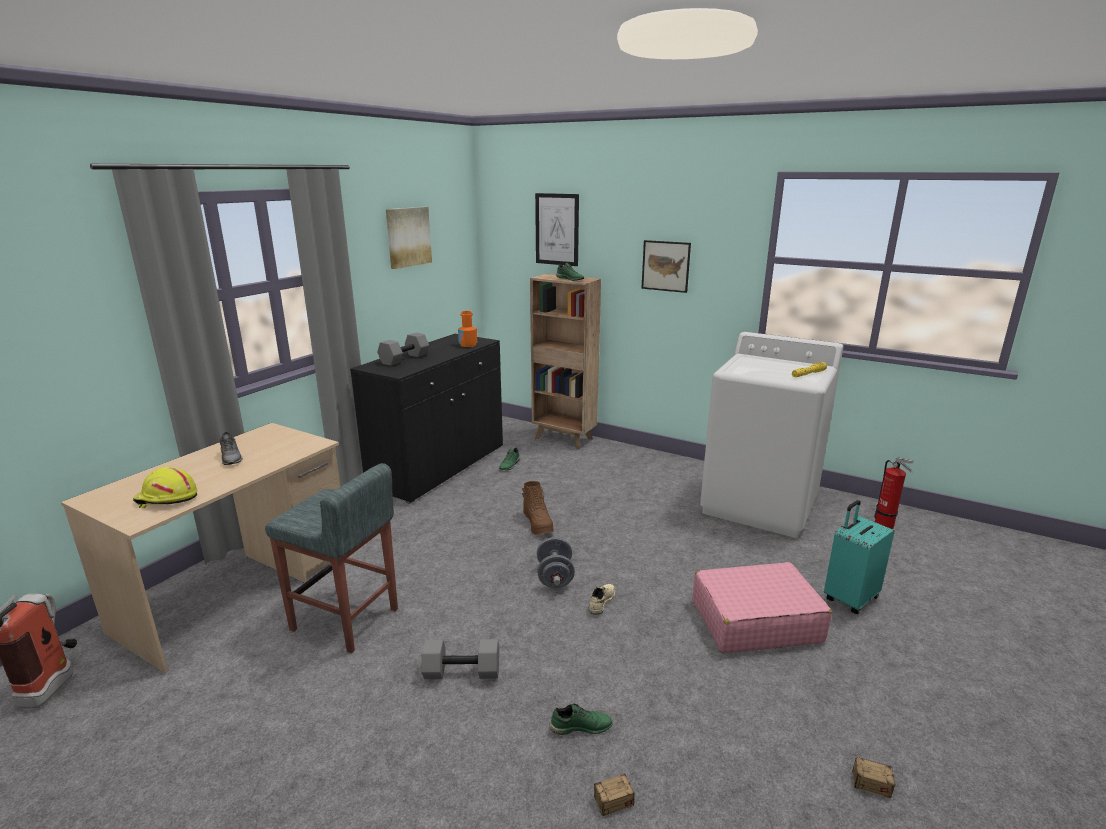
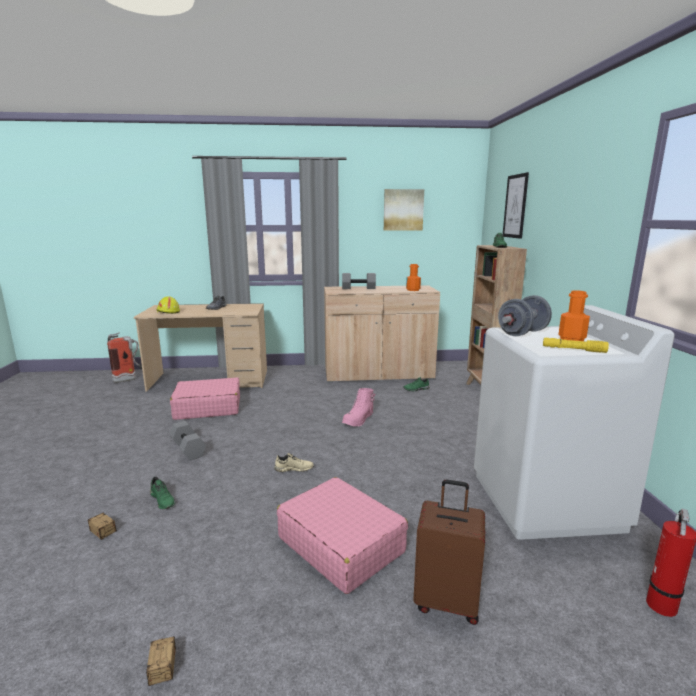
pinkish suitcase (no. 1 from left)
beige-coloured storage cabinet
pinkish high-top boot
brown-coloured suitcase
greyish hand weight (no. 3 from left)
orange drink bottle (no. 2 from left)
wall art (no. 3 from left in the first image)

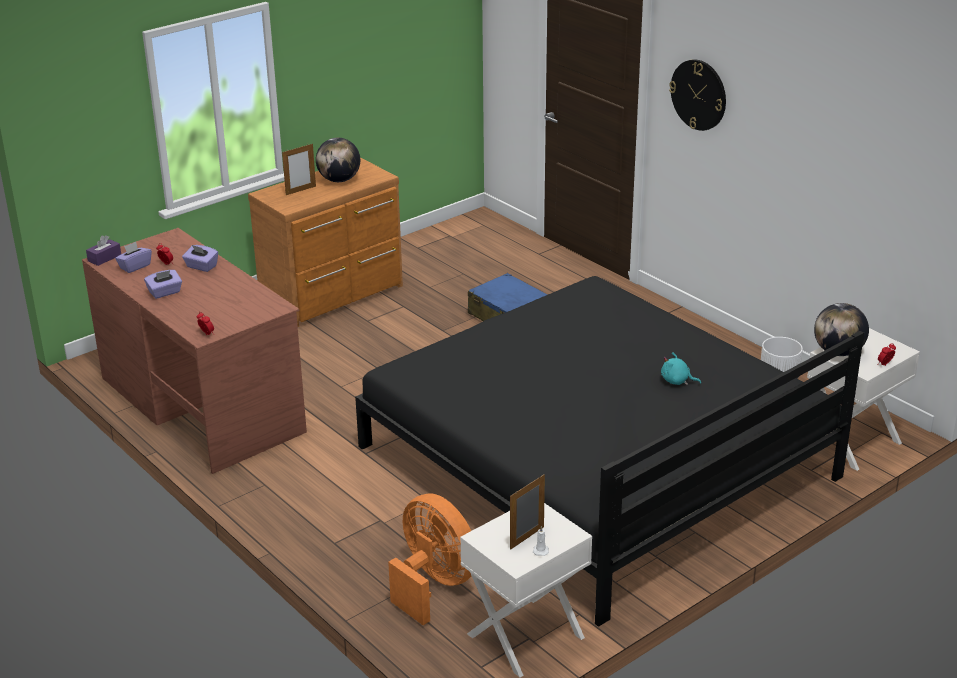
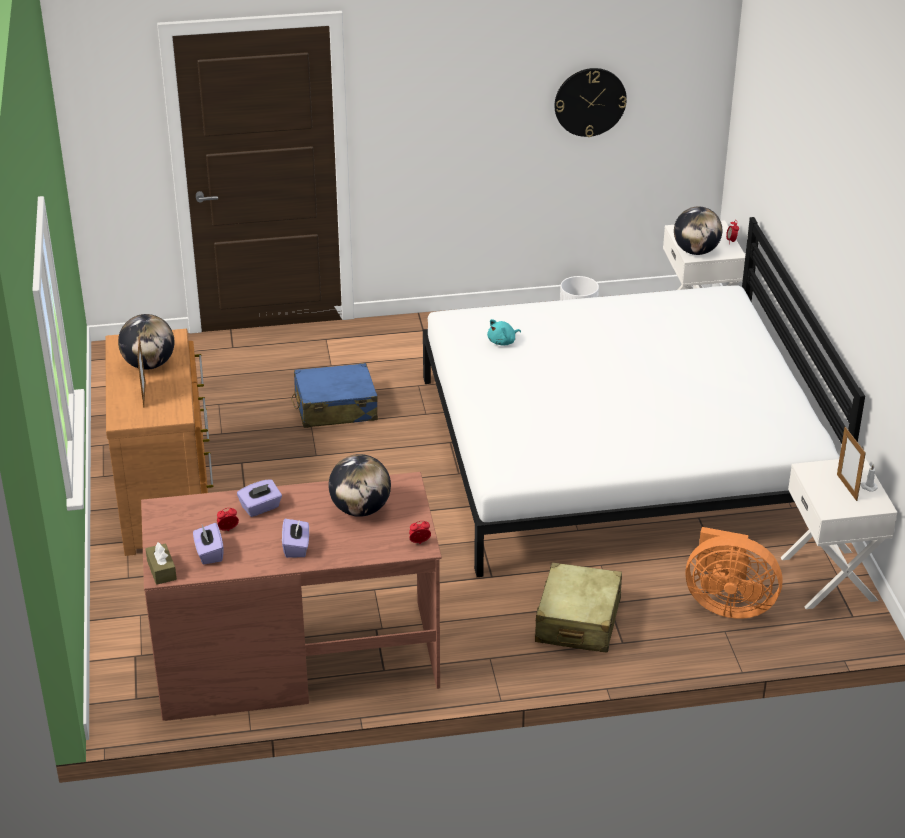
brown-coloured box of tissues
desk globe (no. 2 from left)
white sleeping bed
turquoise-coloured cuddly toy
beige-coloured suitcase
clock on the wall
orange cooling fan

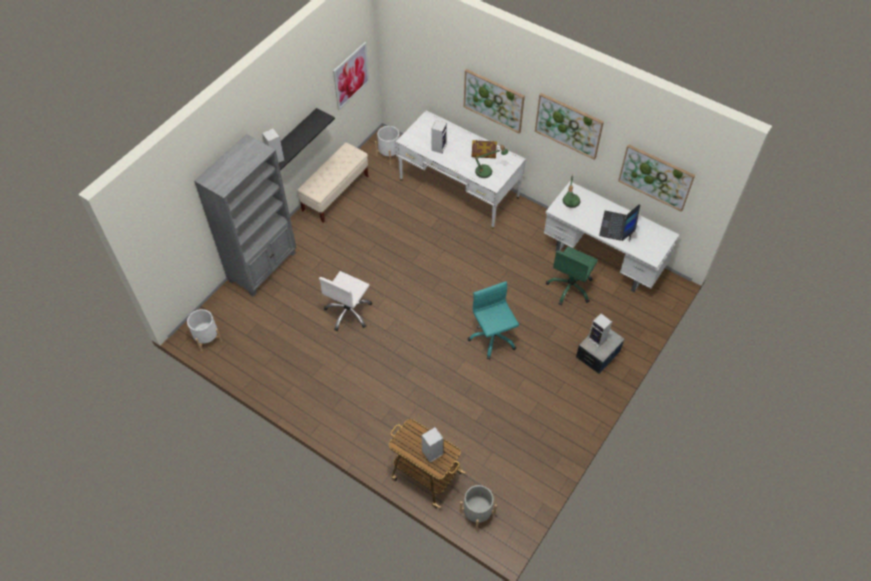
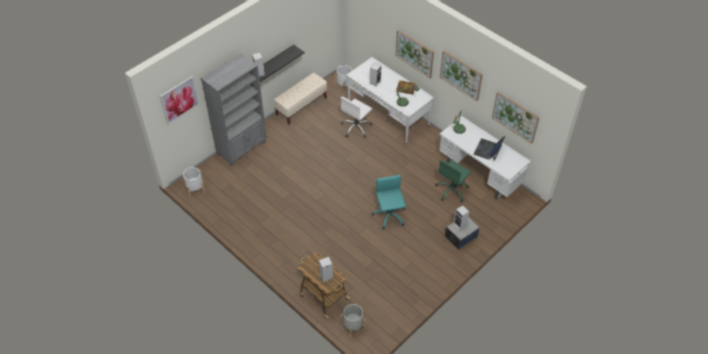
wall art (no. 1 from left)
white computer chair

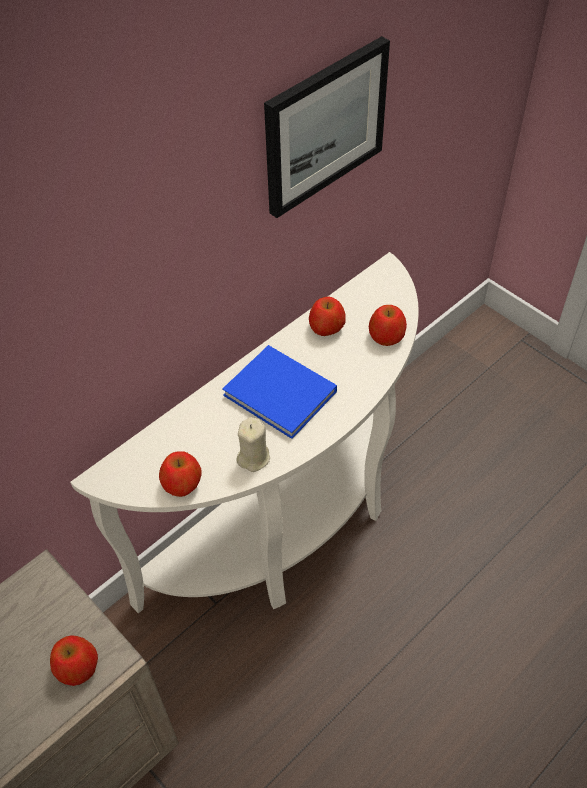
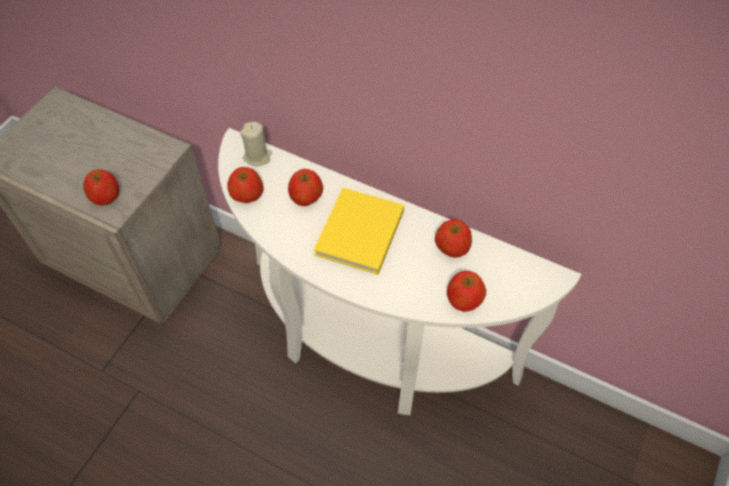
beige-coloured candle
apple (no. 3 from left)
yellowish book
wall art

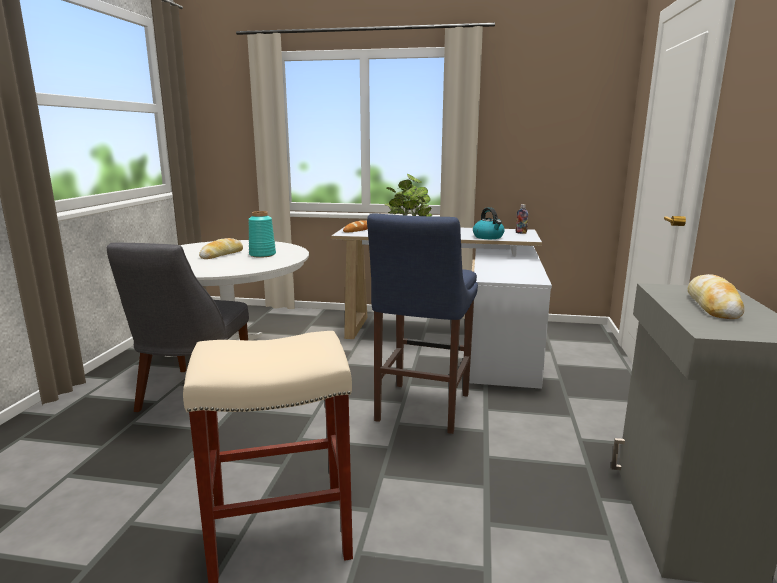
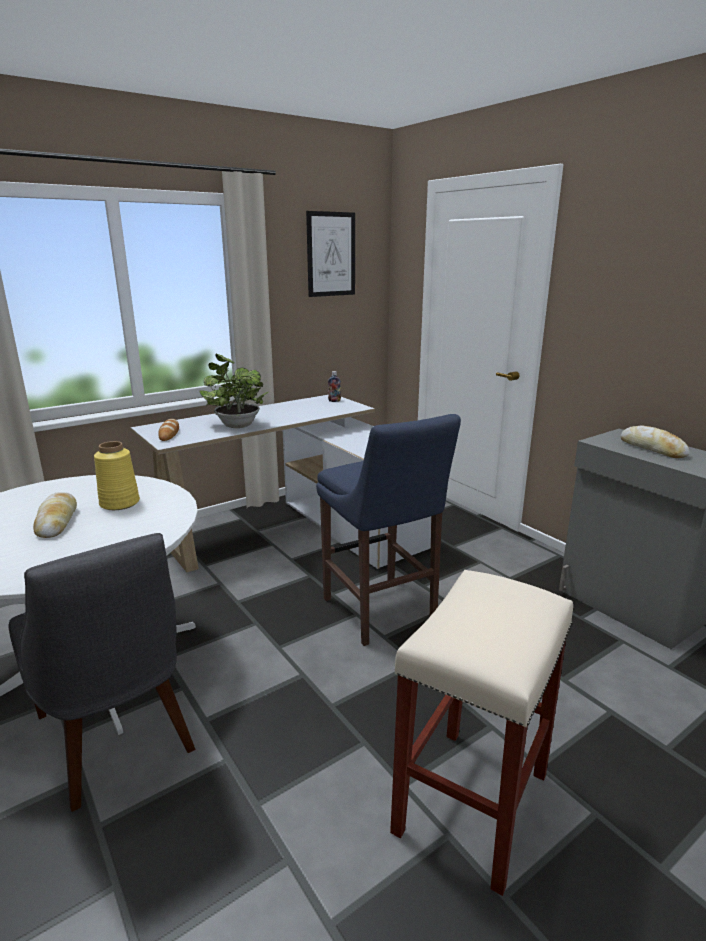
yellowish vase
wall art
kettle

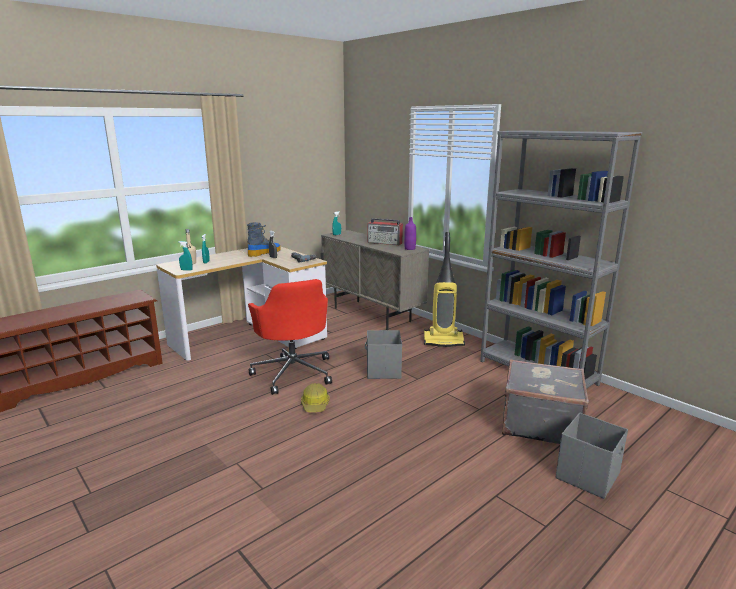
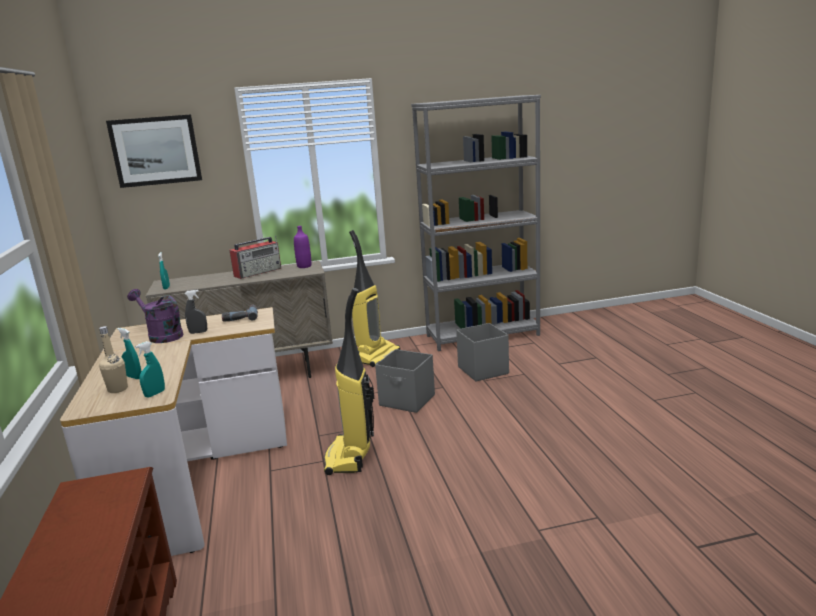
wall art
purple watering can
hoover (no. 1 from left)
greyish storage bin (no. 2 from left)
safety helmet
greyish suitcase

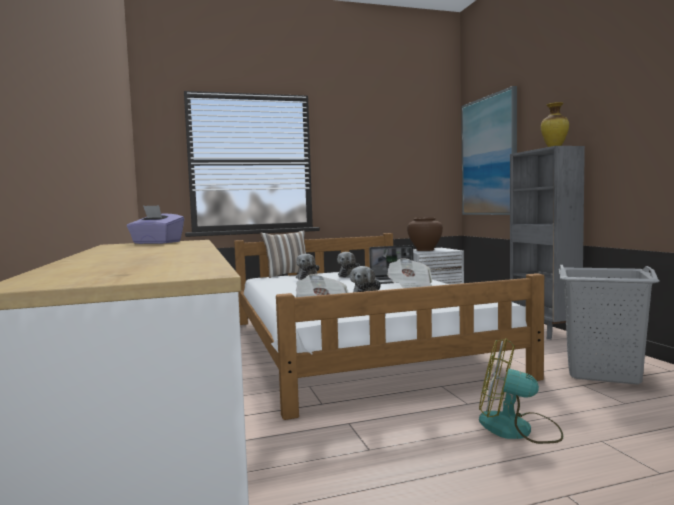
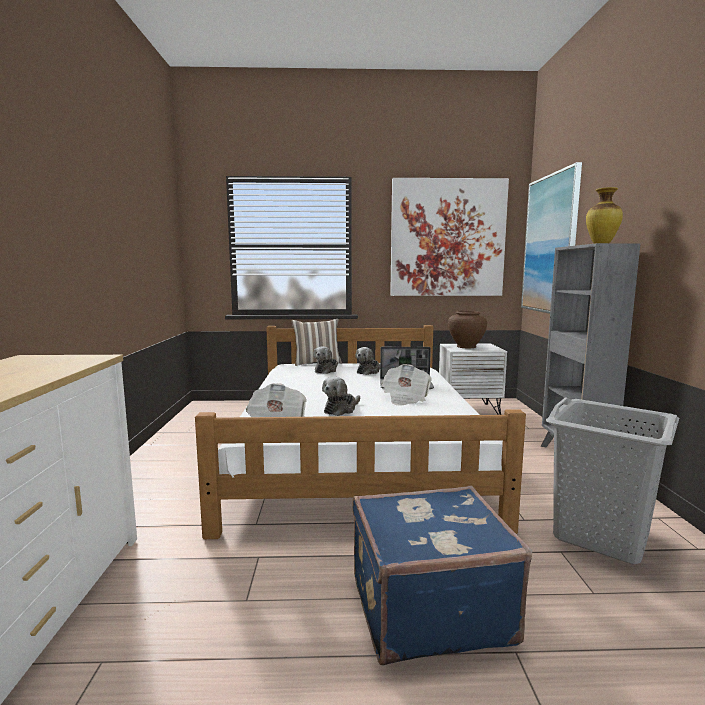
blue suitcase
wall art (no. 1 from left)
purple box of tissues

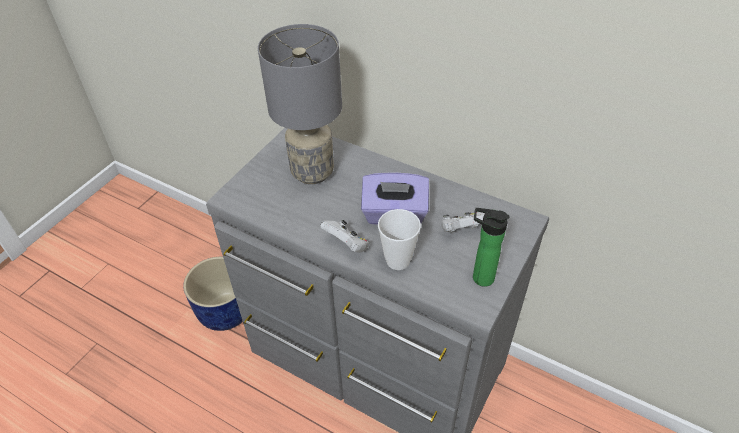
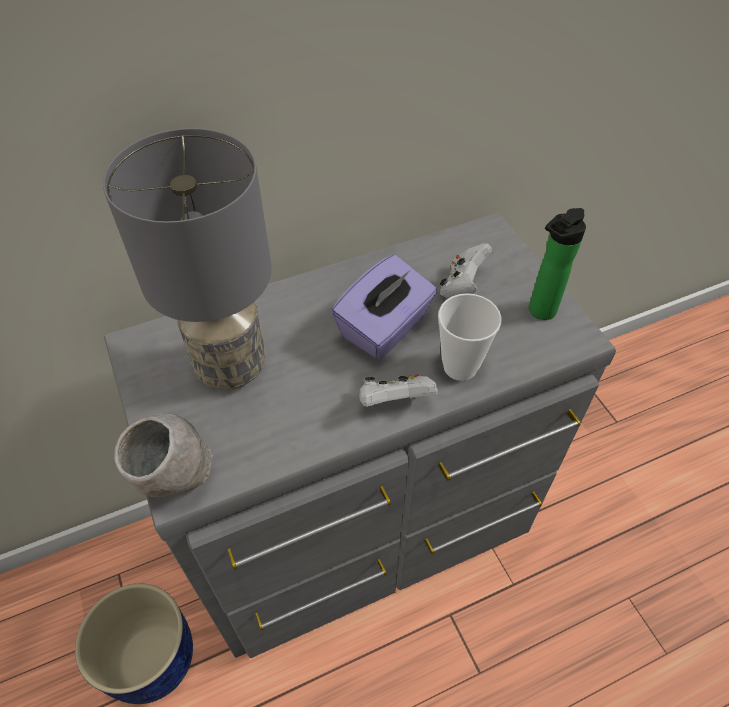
greyish deep dish

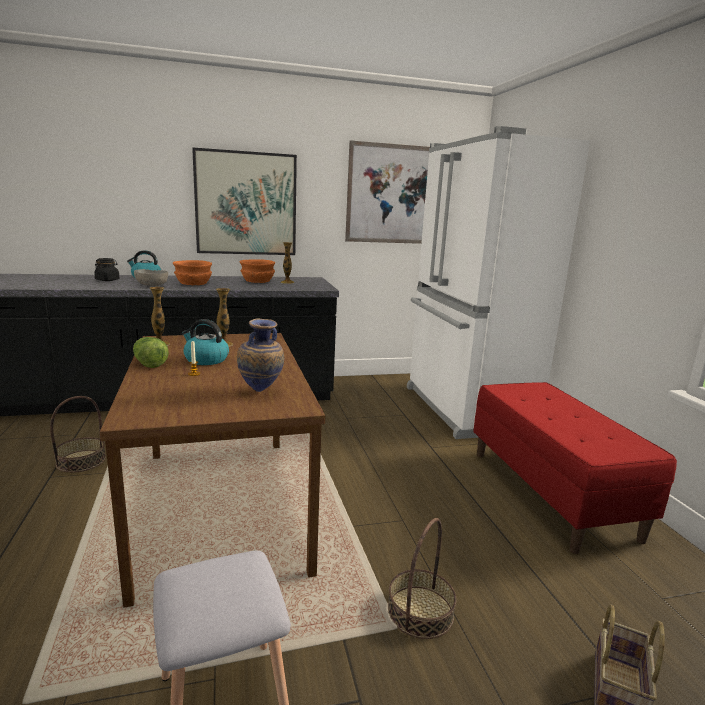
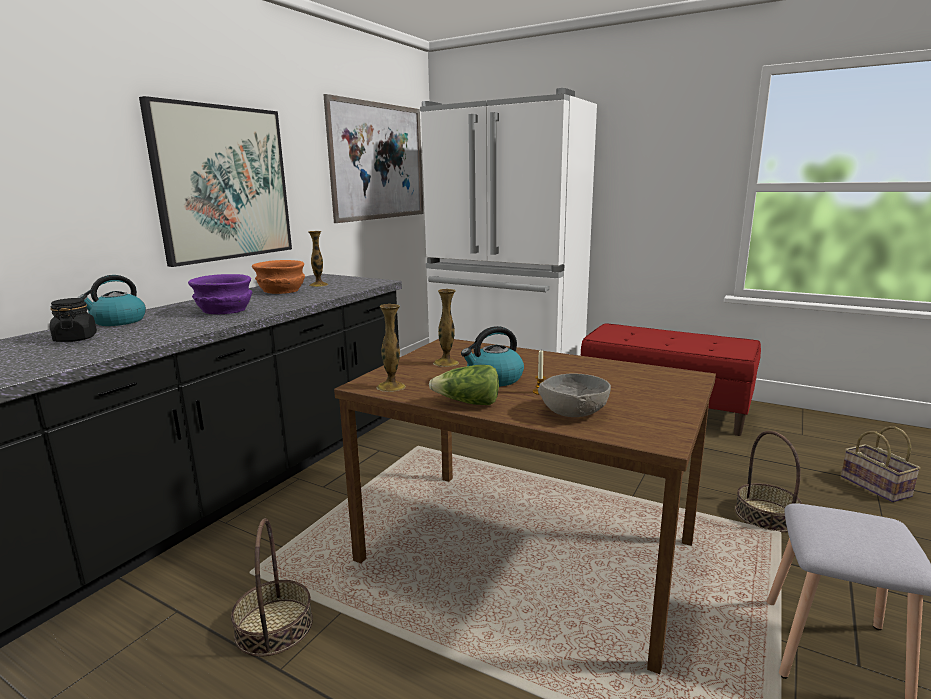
purple deep dish
greyish deep dish
vase (no. 3 from left in the first image)

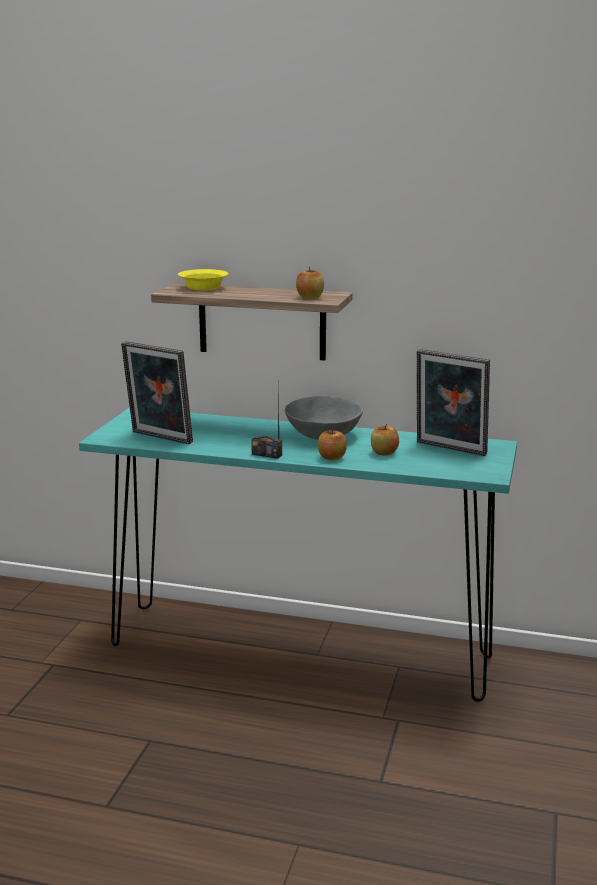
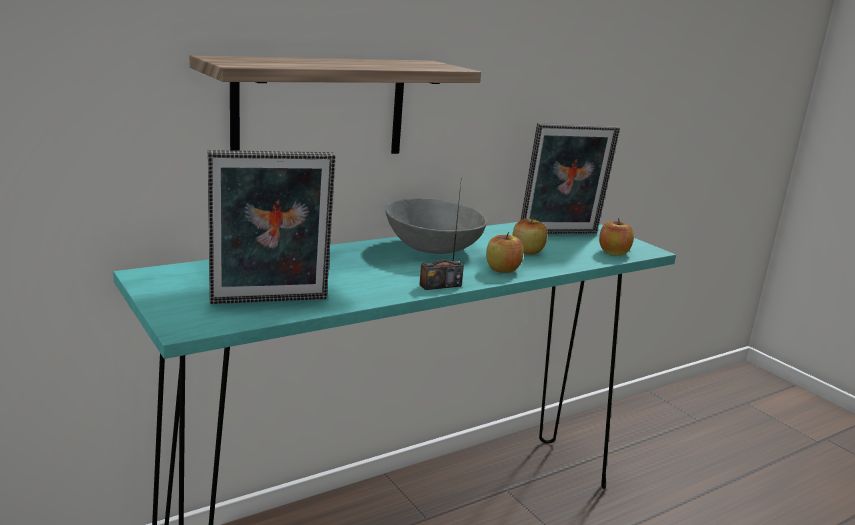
apple (no. 3 from left)
yellowish deep dish

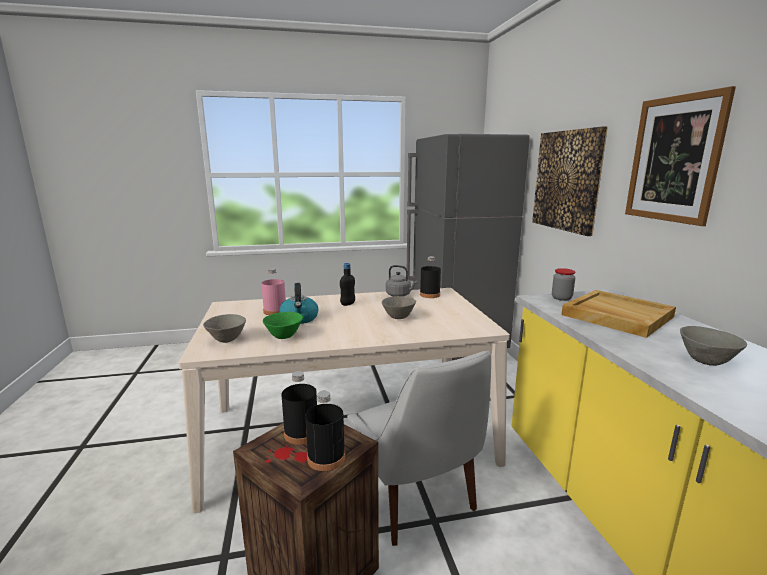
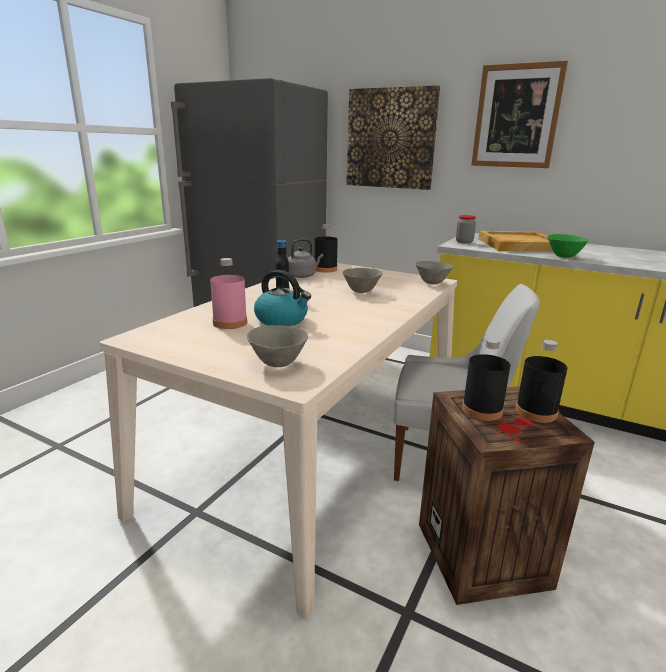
greyish deep dish (no. 3 from left)
green-coloured deep dish

